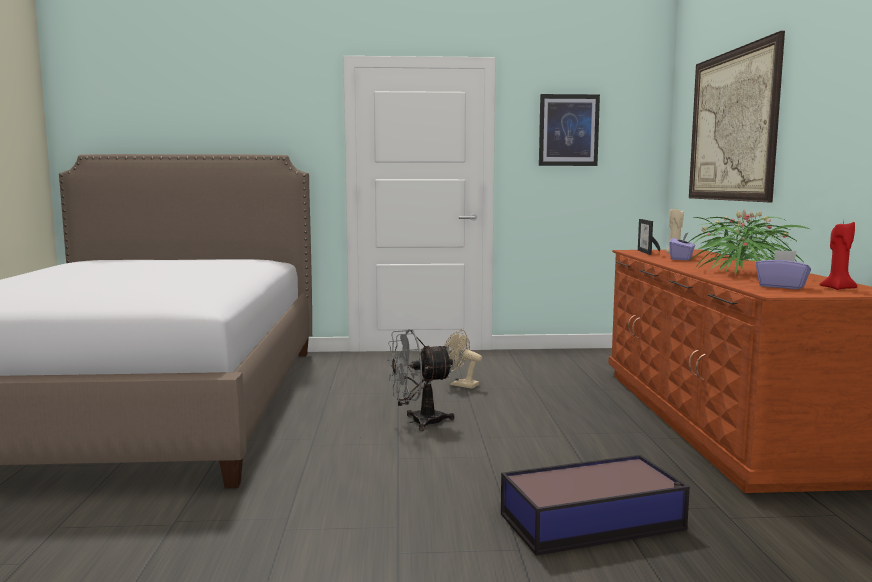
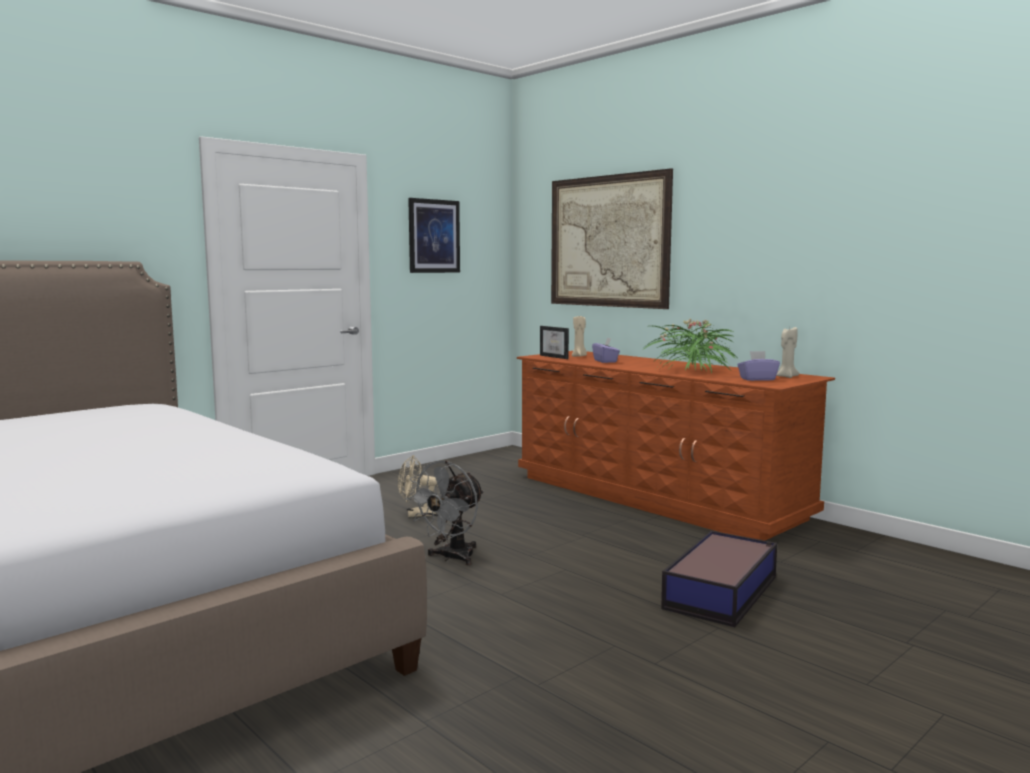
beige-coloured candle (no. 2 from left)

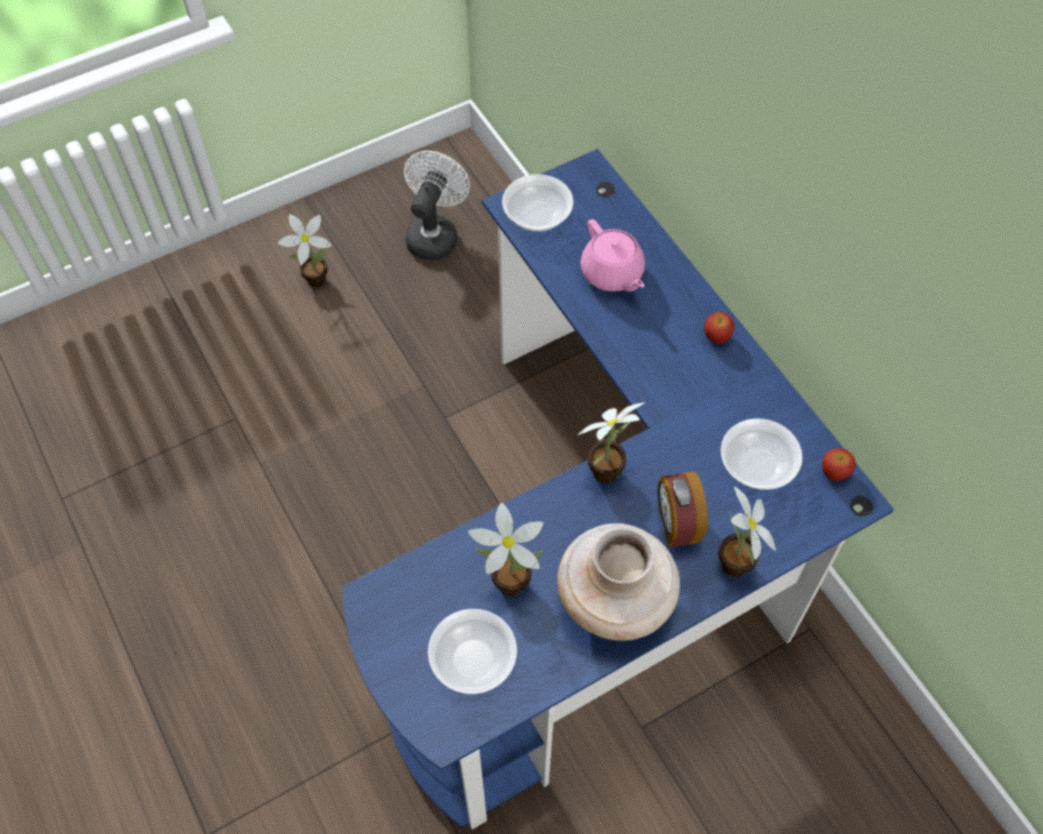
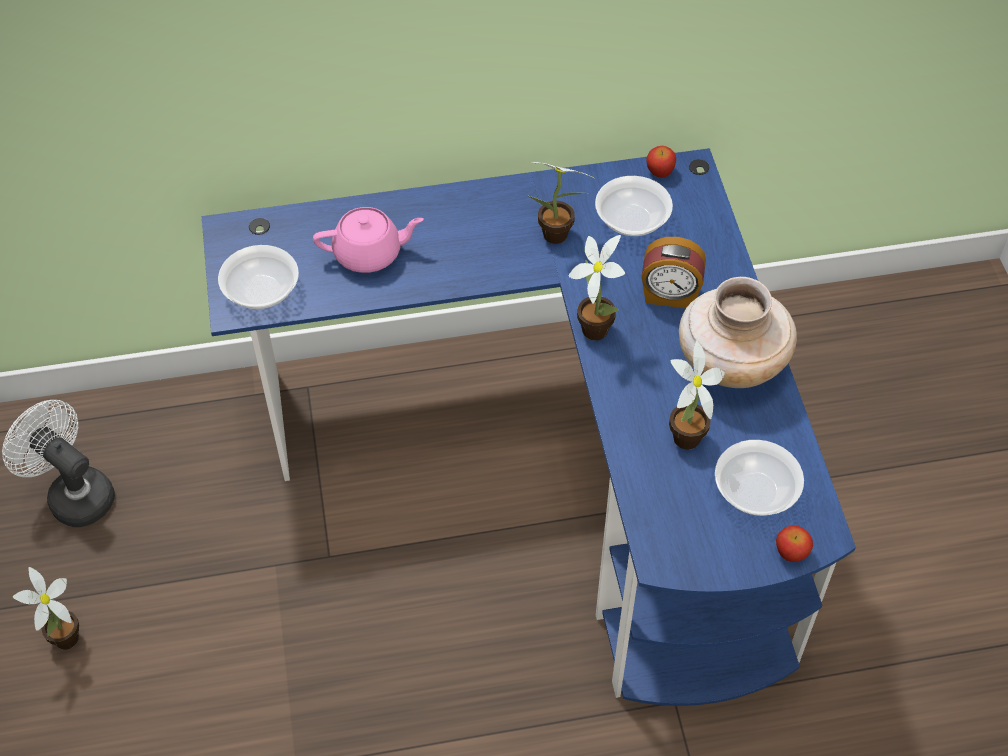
houseplant (no. 2 from left)
apple (no. 2 from left)

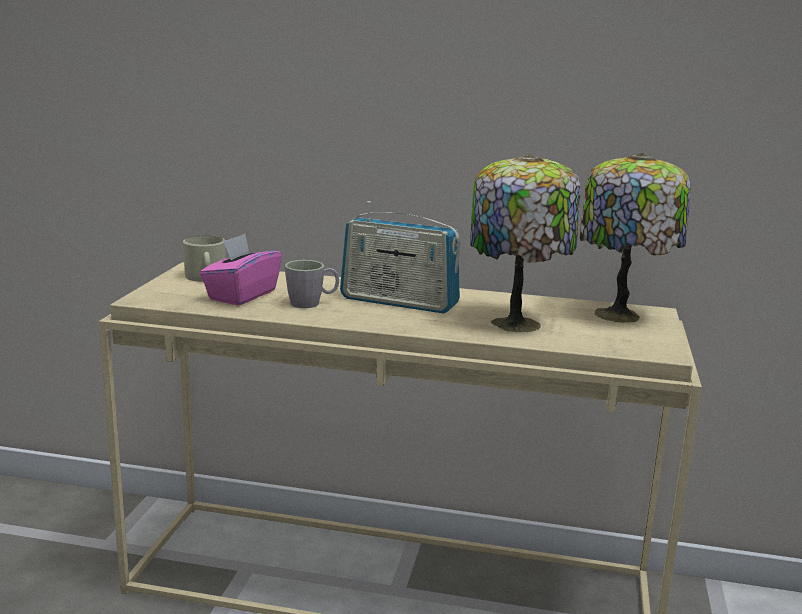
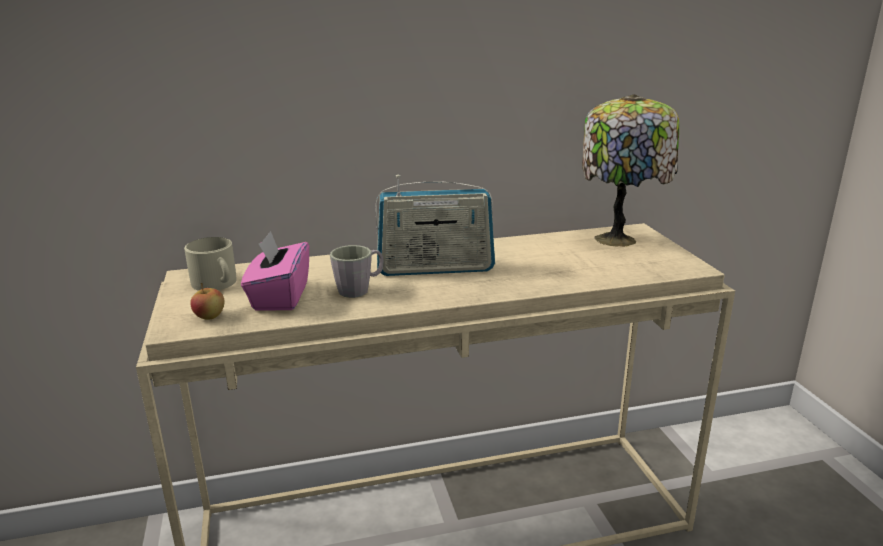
apple
table lamp (no. 1 from left in the first image)

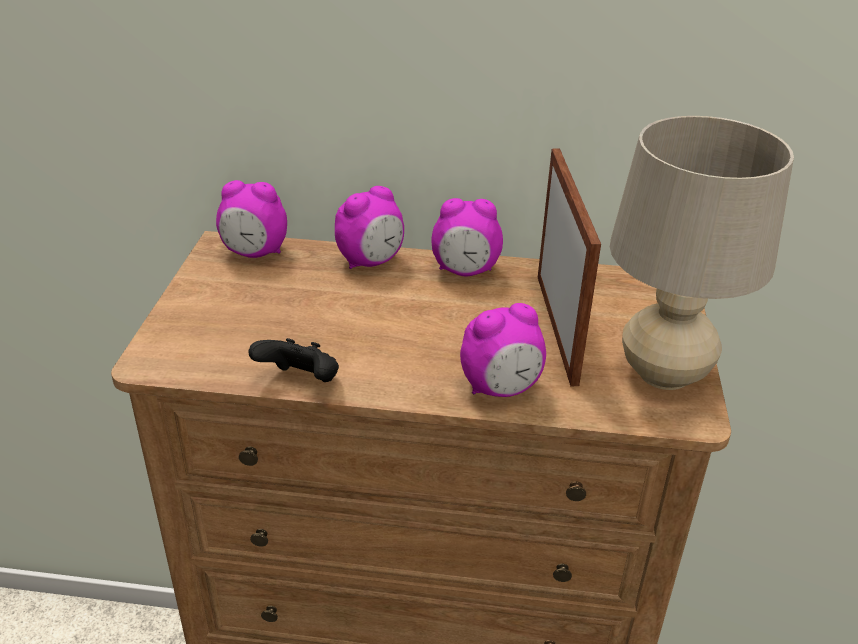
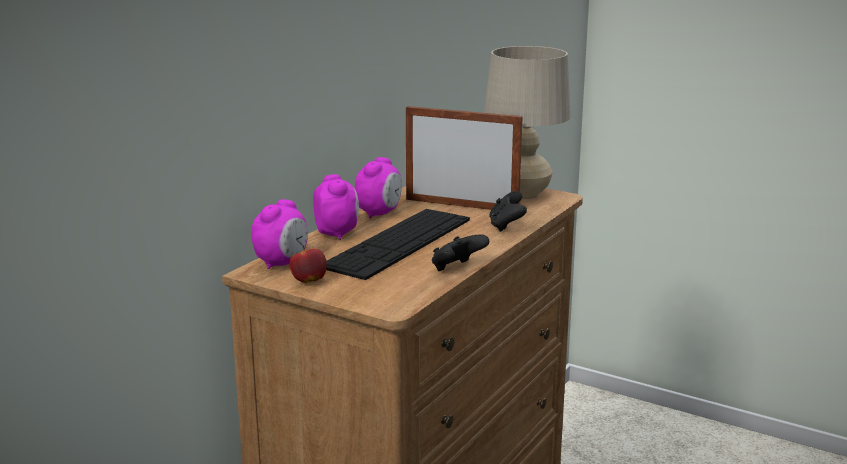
apple
keyboard
black-coloured game controller (no. 2 from left)

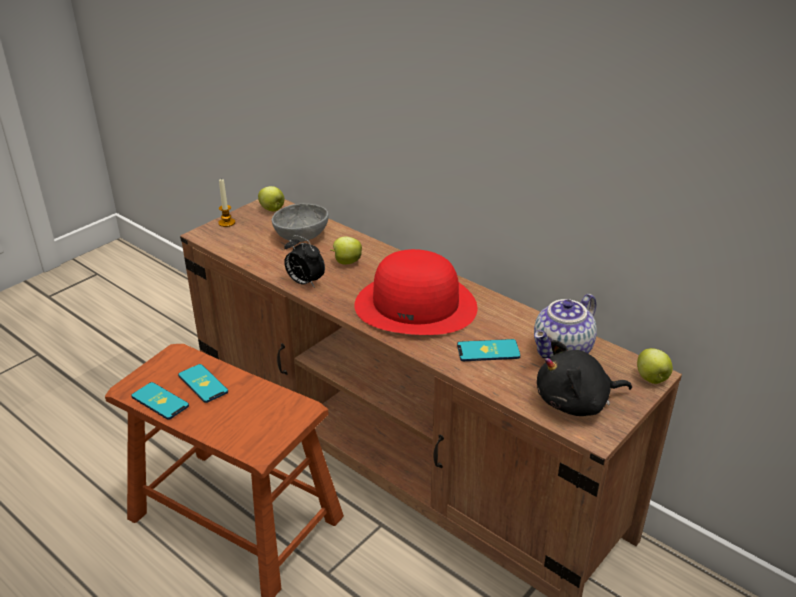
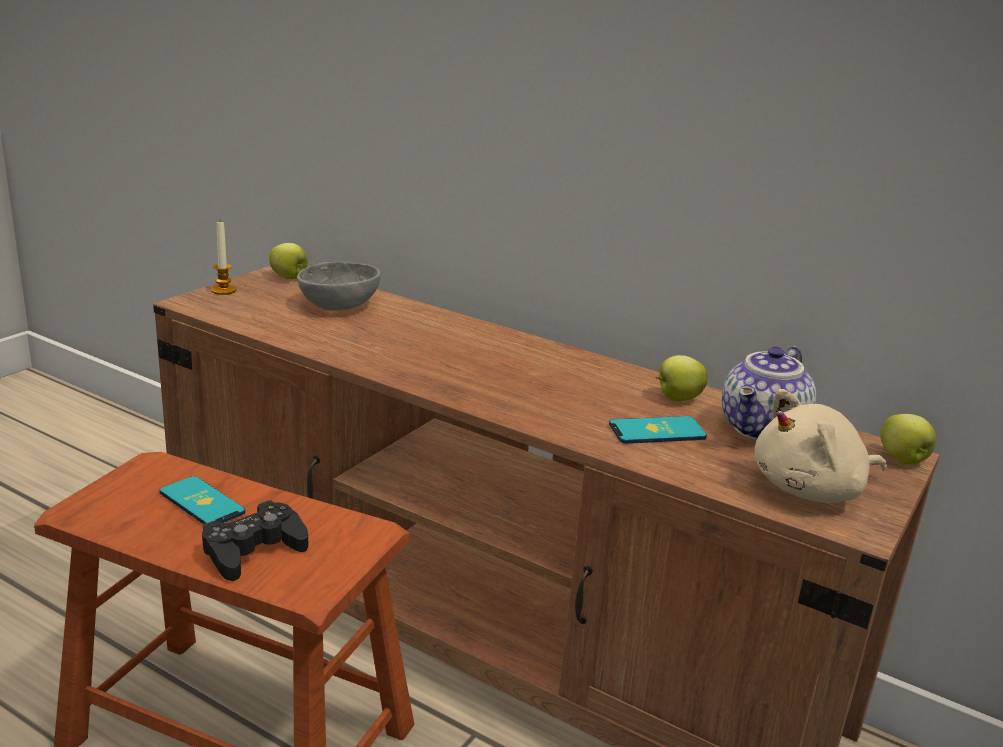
black-coloured game controller
apple (no. 2 from left)
beige-coloured cuddly toy
handset (no. 1 from left in the first image)
bedside clock
red-coloured clothing hat

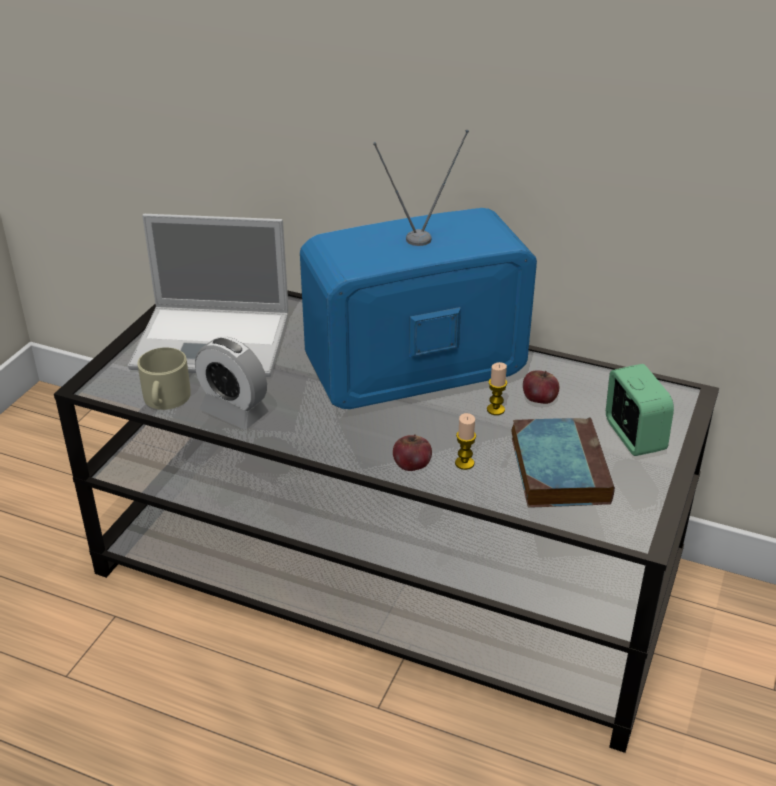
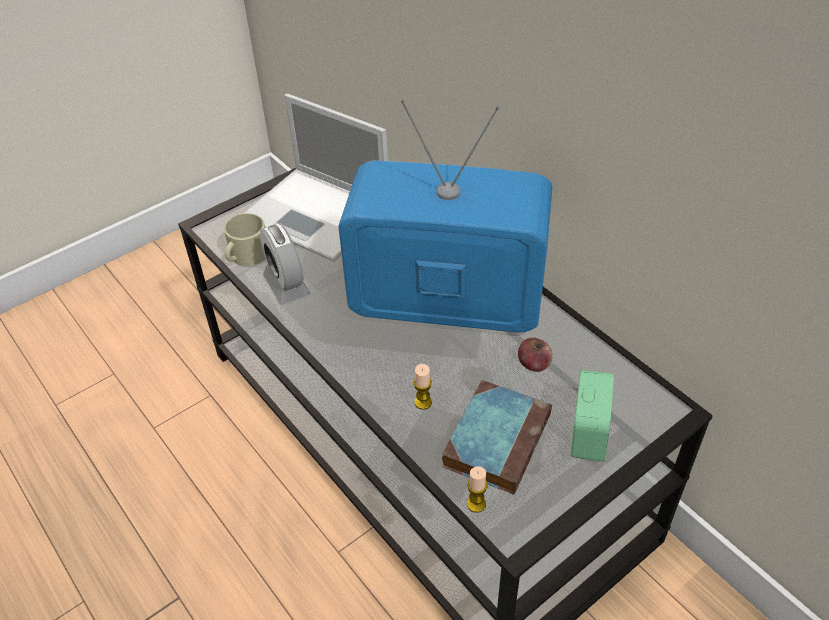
candle (no. 2 from left)
apple (no. 1 from left in the first image)

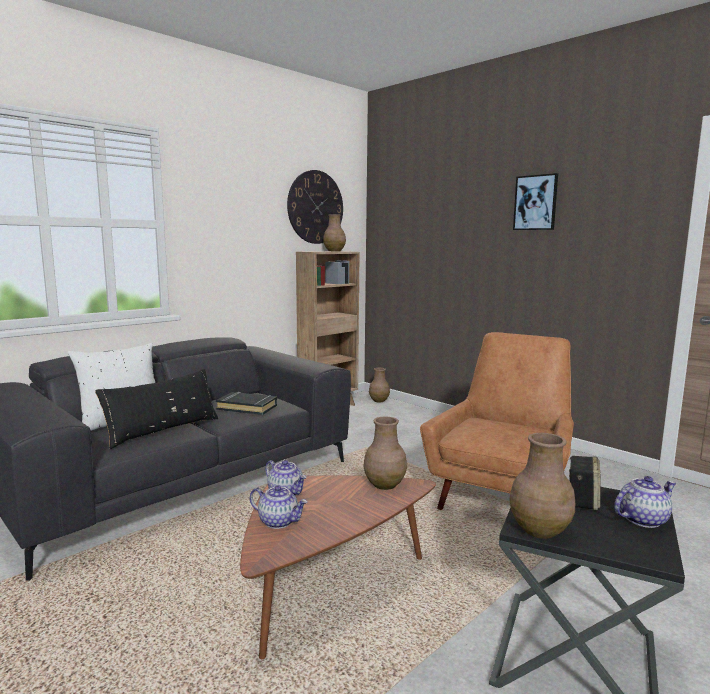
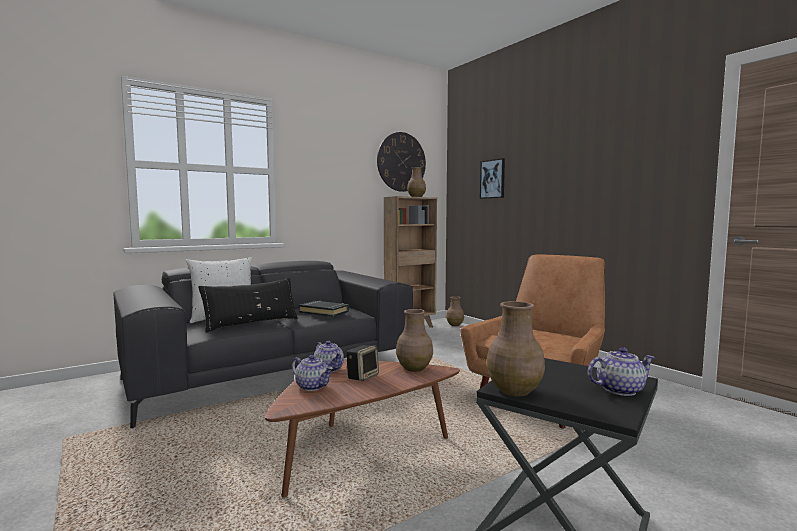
loudspeaker
wall art

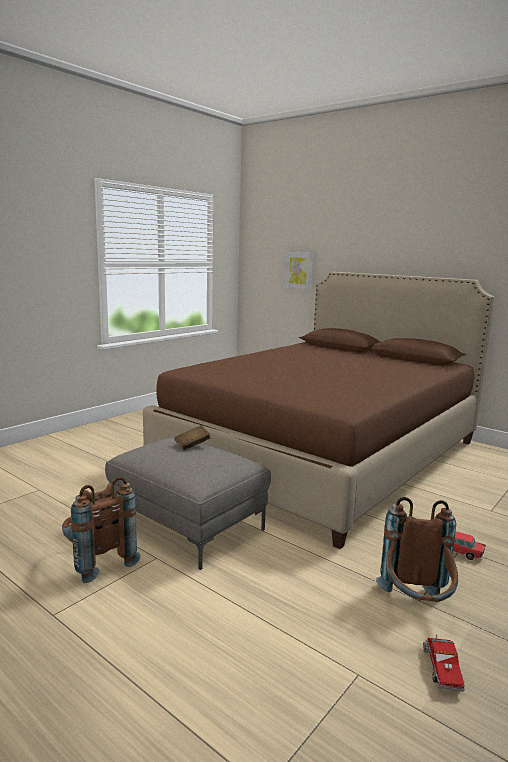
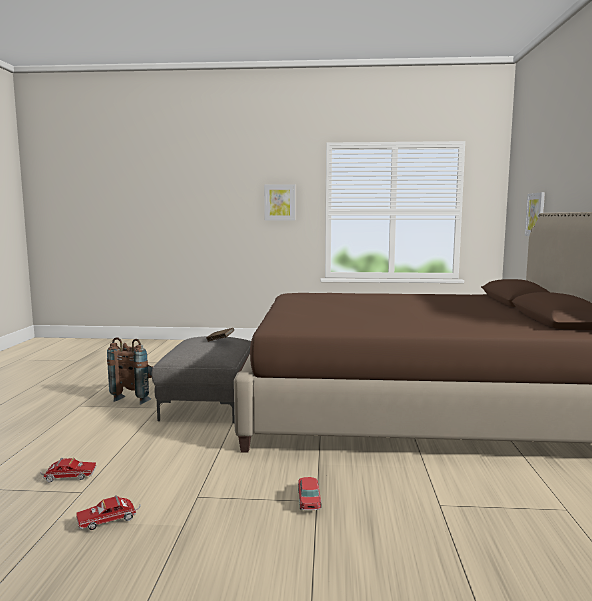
model truck (no. 1 from left)
wall art (no. 1 from left)
brown-coloured knapsack (no. 2 from left in the first image)

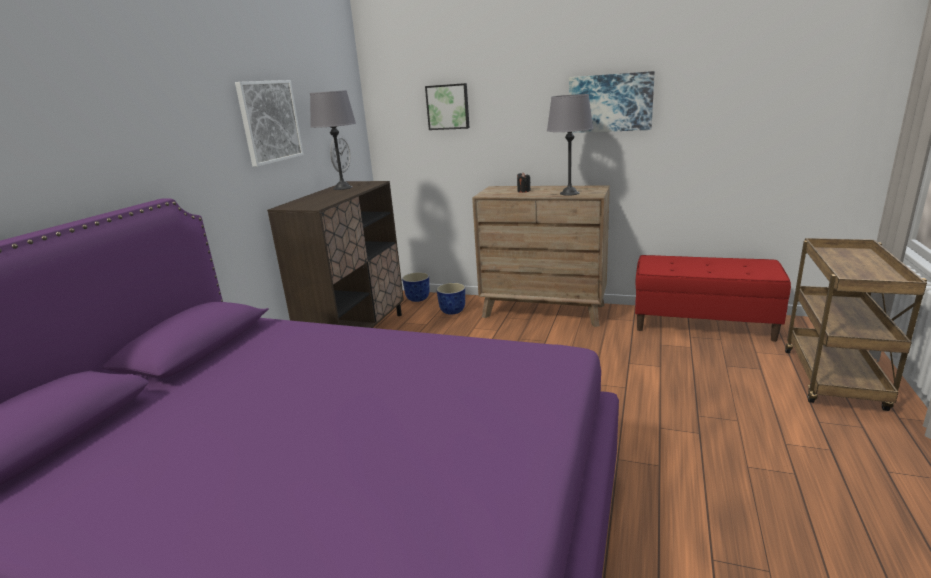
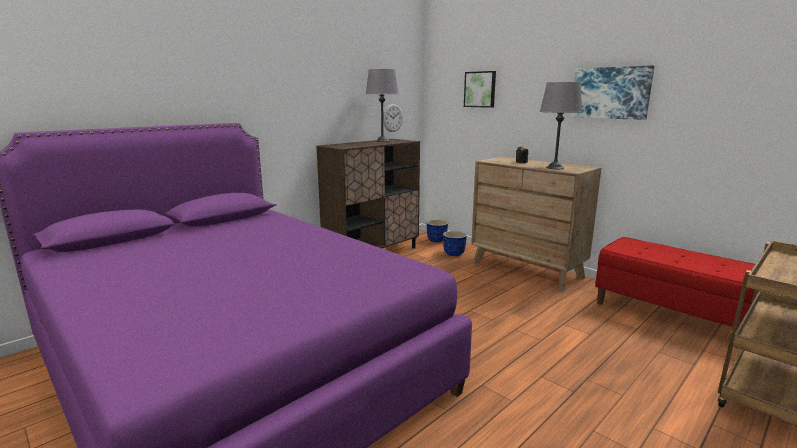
wall art (no. 1 from left in the first image)

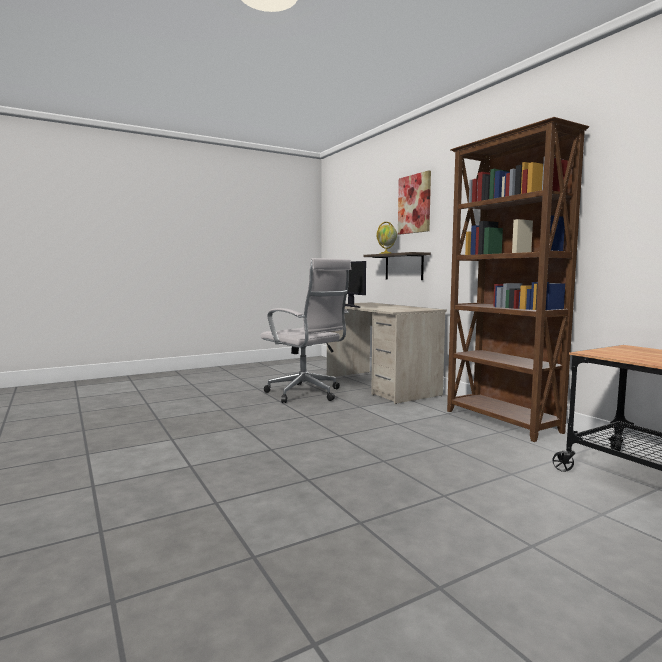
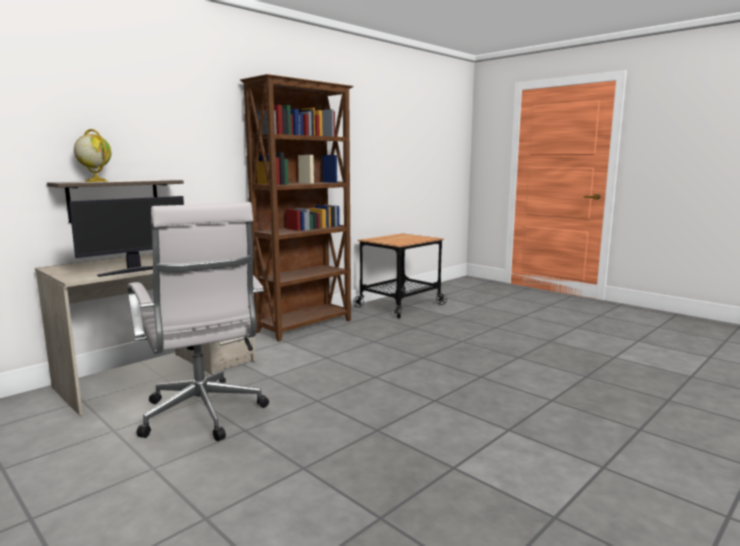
white computer chair
wall art

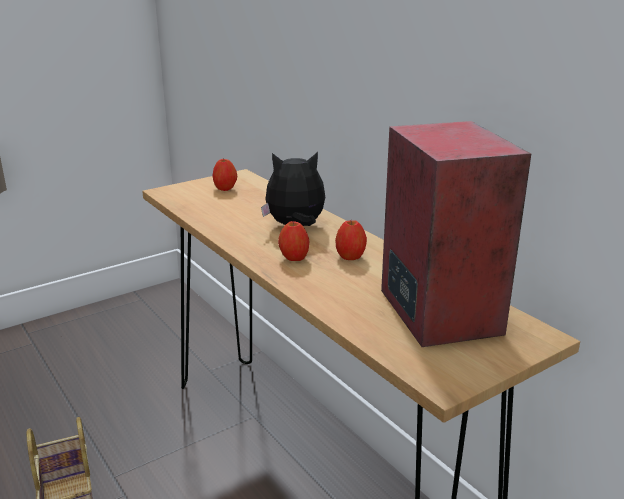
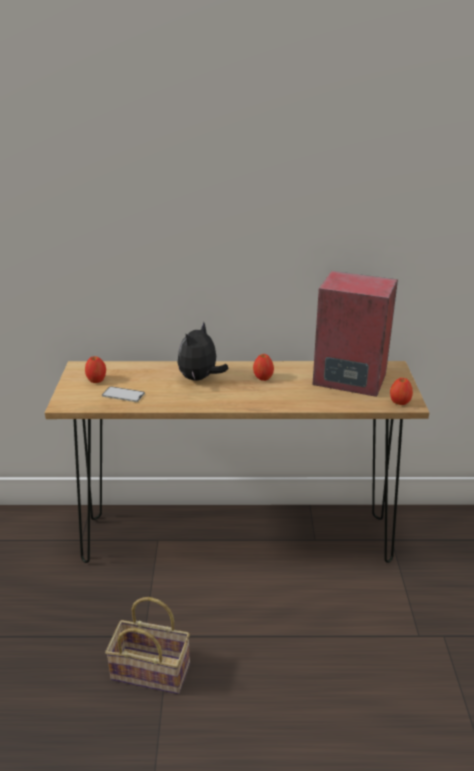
handset
apple (no. 3 from left)

